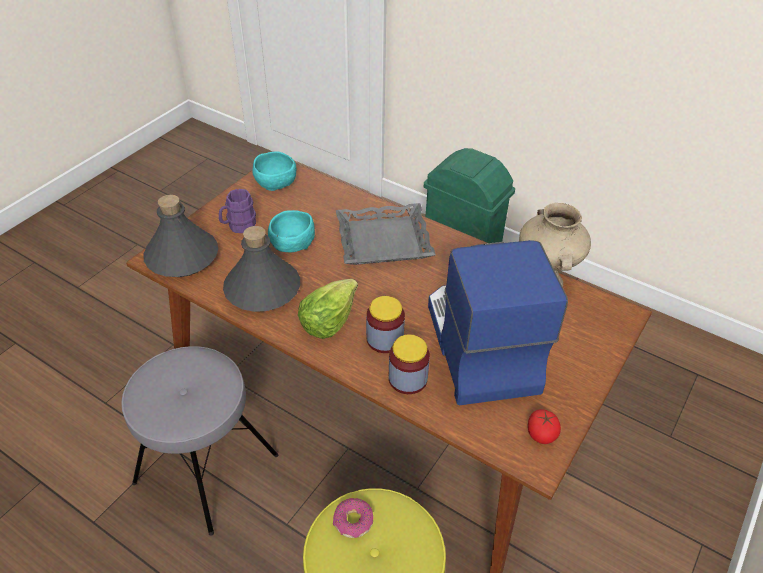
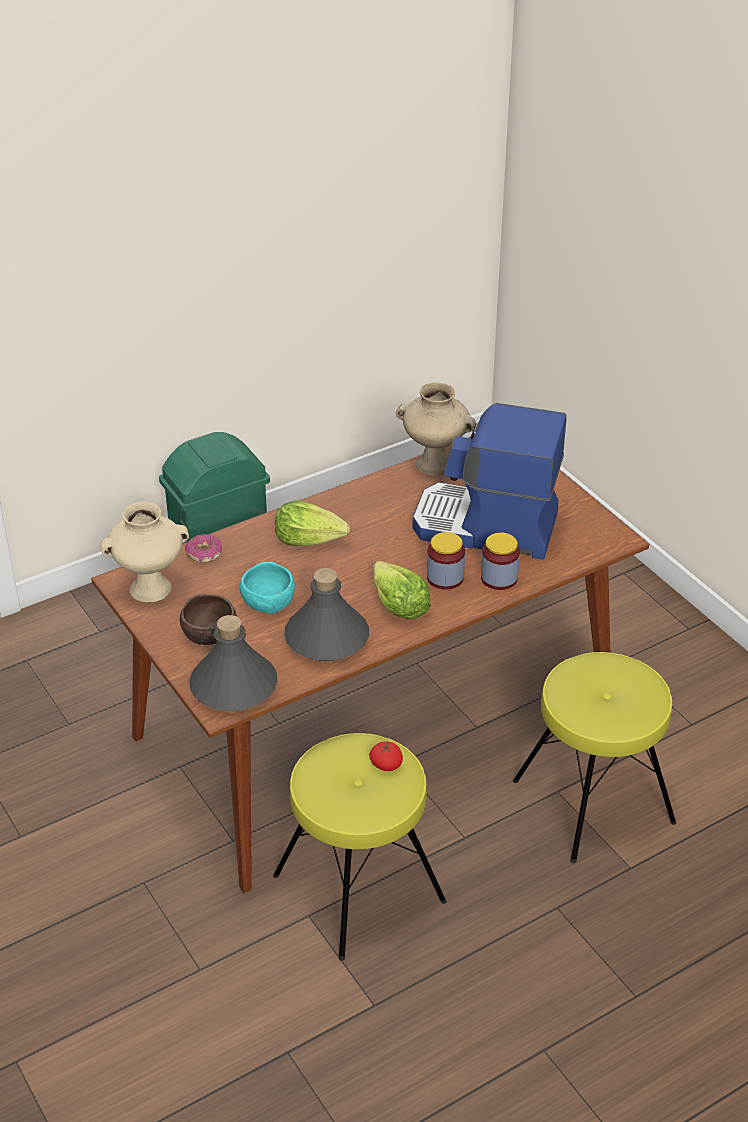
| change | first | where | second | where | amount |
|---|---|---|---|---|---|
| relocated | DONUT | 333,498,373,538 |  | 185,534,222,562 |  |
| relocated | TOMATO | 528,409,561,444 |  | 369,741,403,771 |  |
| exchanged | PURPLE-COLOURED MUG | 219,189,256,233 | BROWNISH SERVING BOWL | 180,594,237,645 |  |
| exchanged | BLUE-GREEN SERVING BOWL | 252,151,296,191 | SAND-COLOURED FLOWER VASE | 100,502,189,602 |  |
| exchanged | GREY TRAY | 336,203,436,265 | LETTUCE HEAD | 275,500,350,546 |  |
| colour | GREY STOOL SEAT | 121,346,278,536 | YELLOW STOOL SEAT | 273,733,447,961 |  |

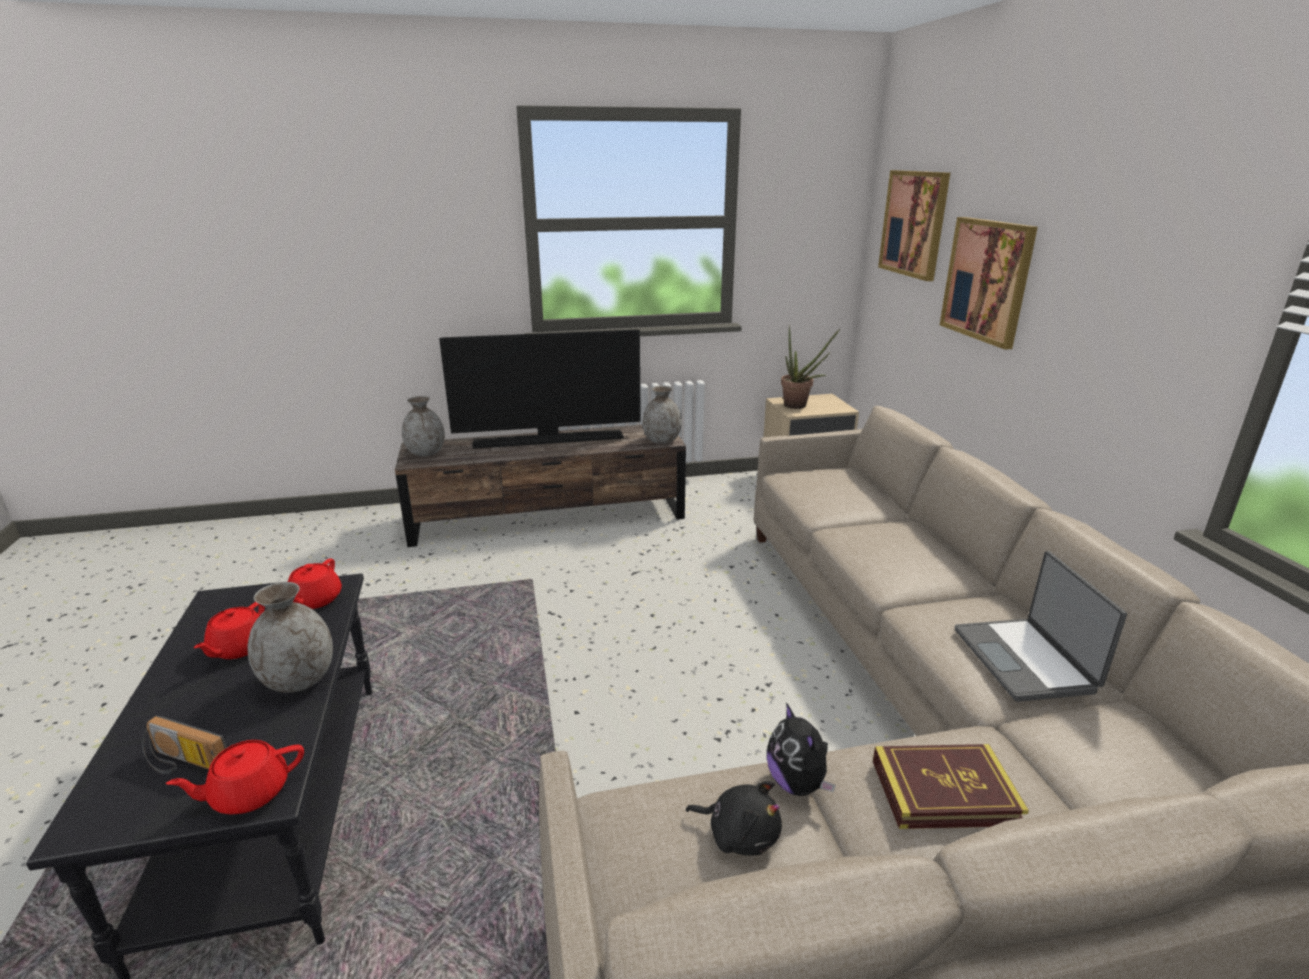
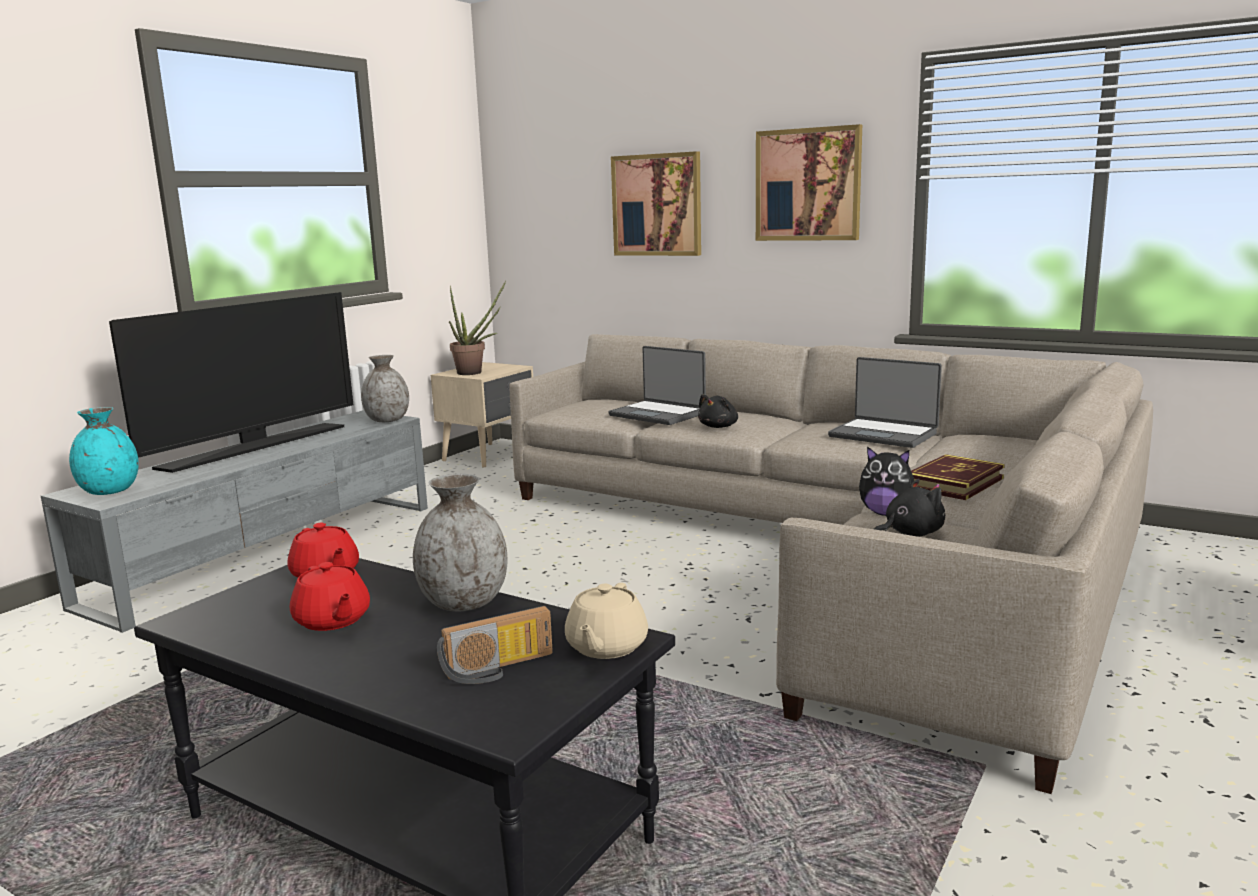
| change | first | where | second | where | amount |
|---|---|---|---|---|---|
| appeared |  |  | NOTEBOOK COMPUTER | 608,346,706,425 |  |
| appeared |  |  | BLACKISH SOFT TOY | 698,394,738,428 |  |
| relocated | WALL PICTURE | 878,170,950,281 |  | 756,124,862,241 |  |
| colour | RED POT FOR TEA | 166,740,304,815 | SAND-COLOURED POT FOR TEA | 565,583,648,659 |  |
| colour | BROWNISH MEDIA CONSOLE | 395,425,686,547 | GREY MEDIA CONSOLE | 41,411,428,633 |  |
| colour | GREY FLOWER VASE | 402,396,445,456 | BLUE-GREEN FLOWER VASE | 69,407,139,495 |  |

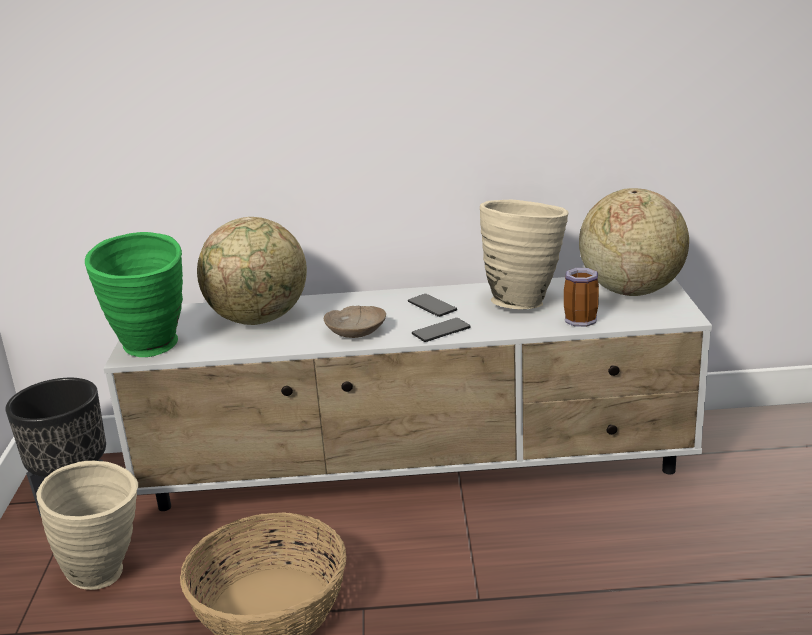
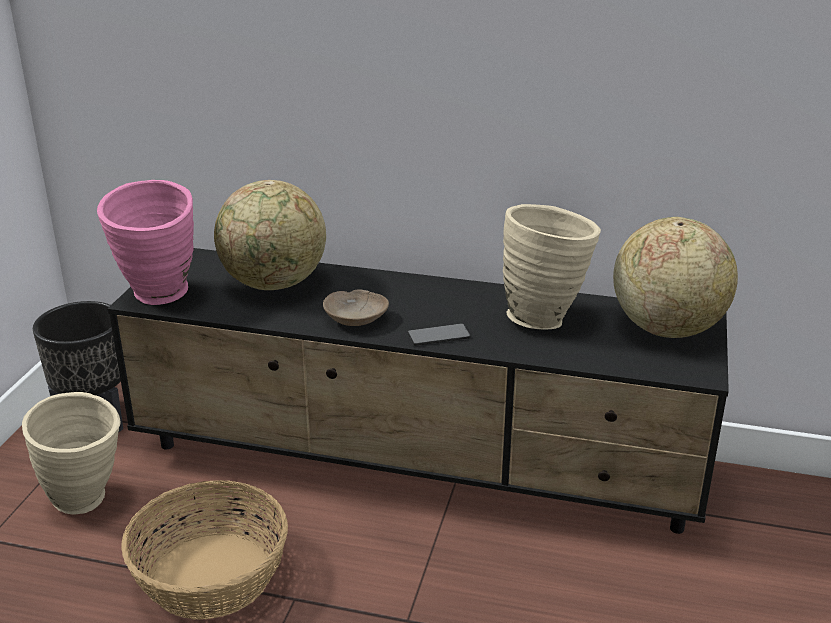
| change | first | where | second | where | amount |
|---|---|---|---|---|---|
| missing | HANDSET | 408,294,457,317 |  |  |  |
| missing | MUG | 564,268,599,327 |  |  |  |
| colour | GREEN FLOWER VASE | 85,232,183,357 | PINK-COLOURED FLOWER VASE | 97,180,194,305 |  |
| colour | WHITE-COLOURED MEDIA CONSOLE | 103,277,712,511 | BLACKISH MEDIA CONSOLE | 107,248,729,534 |  |

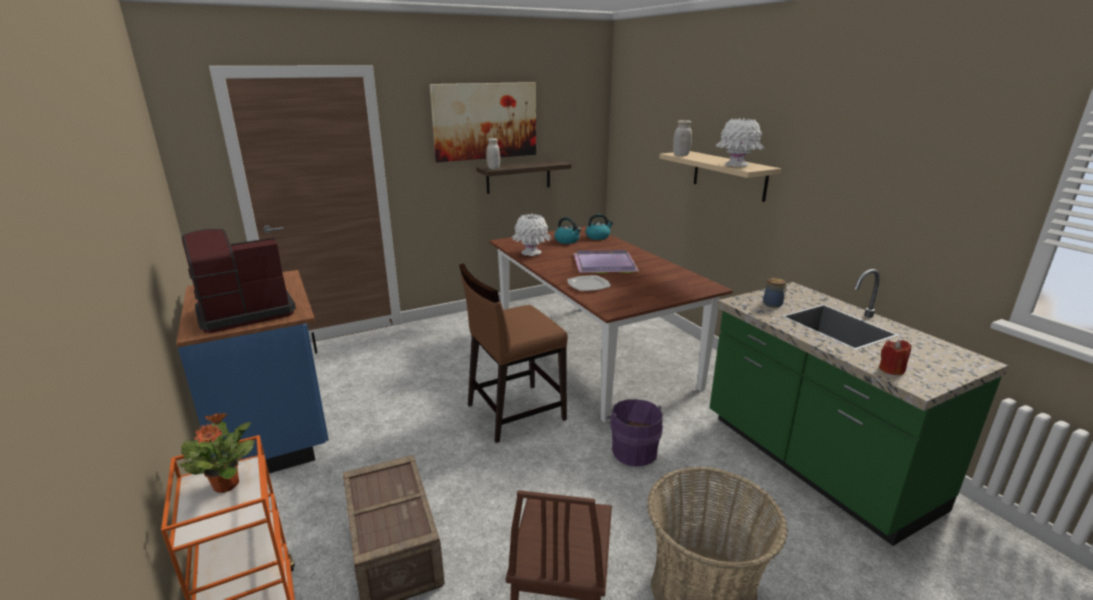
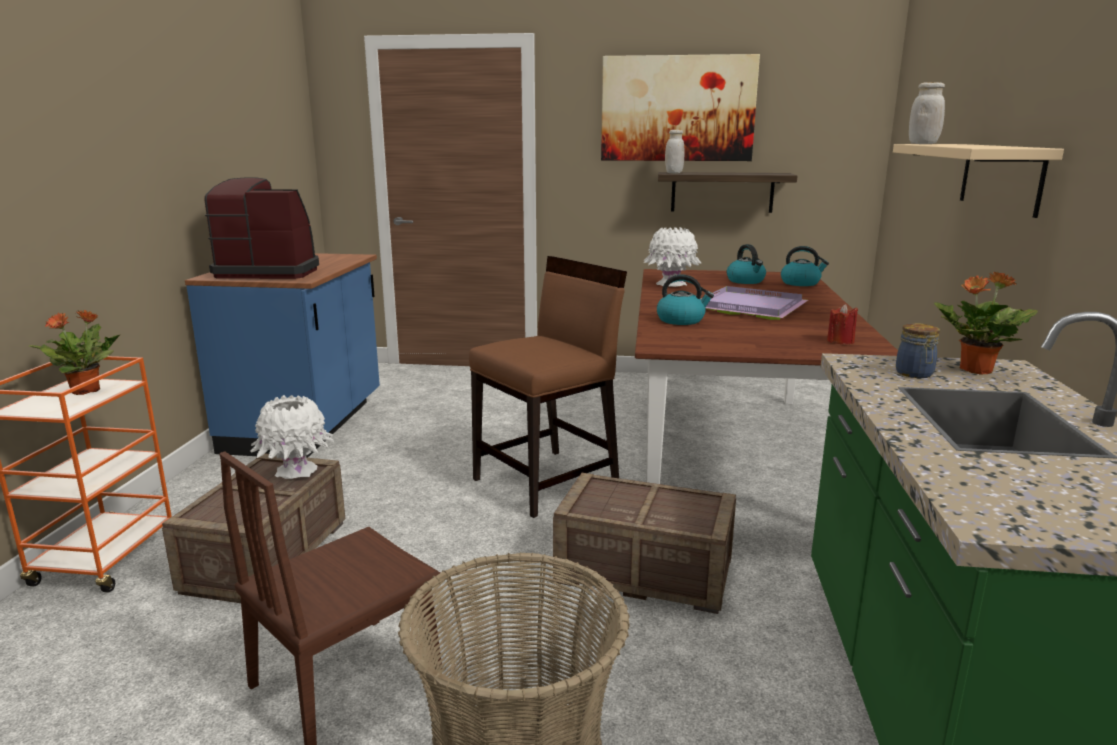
| change | first | where | second | where | amount |
|---|---|---|---|---|---|
| appeared |  |  | HOUSEPLANT | 934,271,1038,375 |  |
| relocated | WHITE-COLOURED FLOWER VASE | 715,118,764,167 |  | 250,395,334,479 |  |
| relocated | RED WAX LIGHT | 879,340,911,375 |  | 827,304,858,344 |  |
| exchanged | PLATE | 567,275,611,291 | TEA KETTLE | 657,275,714,325 |  |
| exchanged | PURPLE-COLOURED PAIL | 607,399,663,467 | CRATE | 553,473,736,614 |  |
| spun | BROWNISH CHAIR | 459,263,568,443 |  | 469,256,627,518 | 135 degrees clockwise |

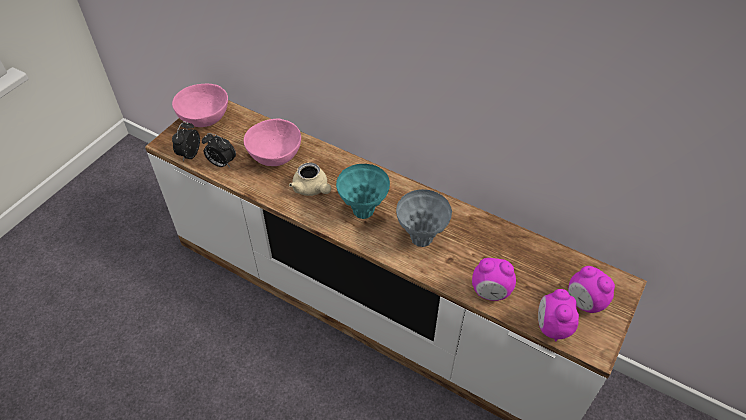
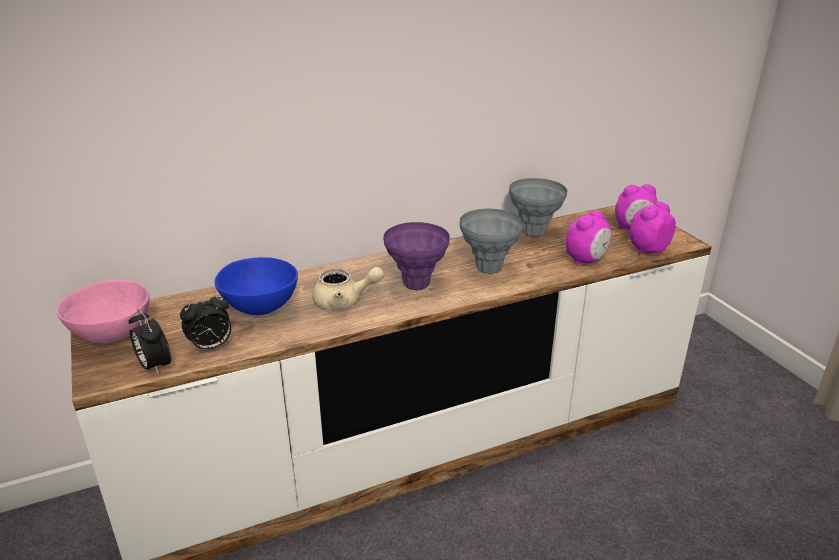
| change | first | where | second | where | amount |
|---|---|---|---|---|---|
| appeared |  |  | GREY FLOWER VASE | 509,178,567,237 |  |
| colour | PINK-COLOURED SERVING BOWL | 244,119,301,166 | BLUE-COLOURED SERVING BOWL | 214,257,298,315 |  |
| colour | BLUE-GREEN FLOWER VASE | 336,164,390,219 | PURPLE-COLOURED FLOWER VASE | 384,222,450,290 |  |
| spun | ALARM CLOCK | 538,289,579,341 |  | 630,202,676,254 | 105 degrees clockwise |

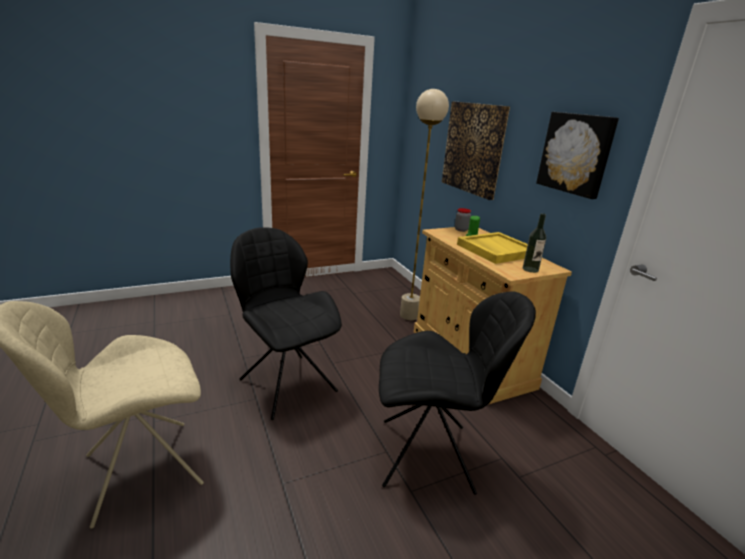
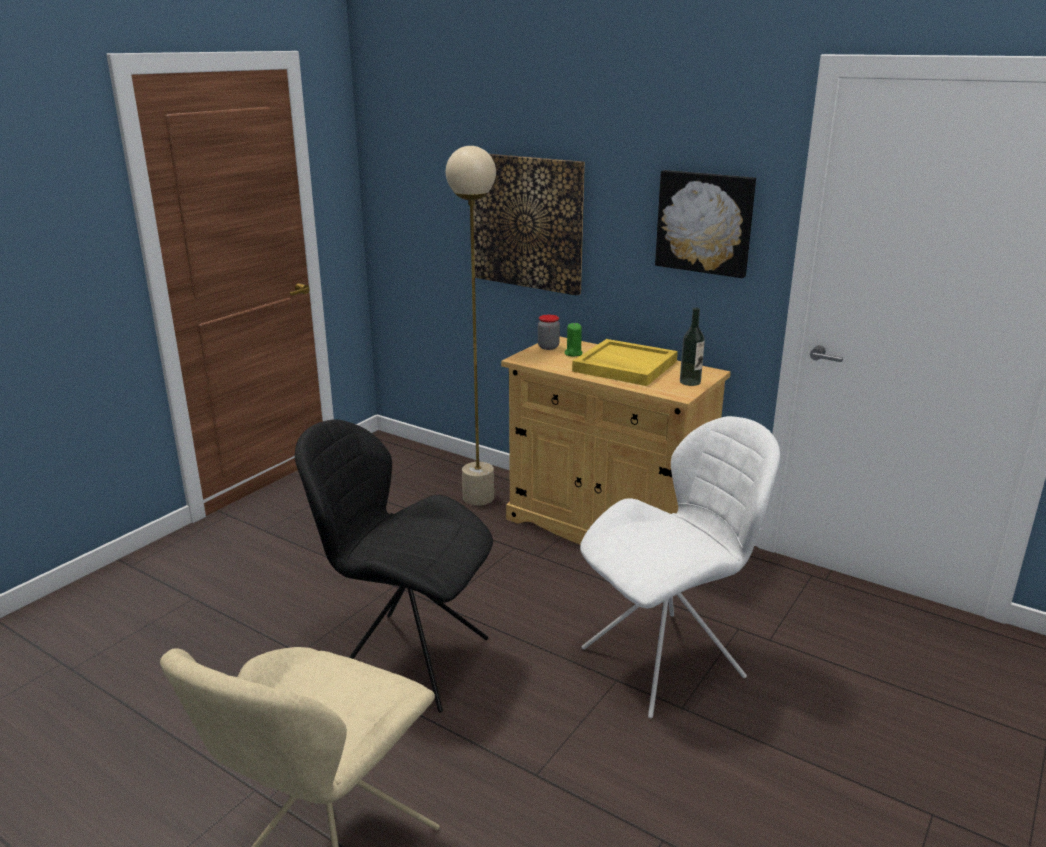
| change | first | where | second | where | amount |
|---|---|---|---|---|---|
| colour | BLACKISH CHAIR | 379,291,536,495 | WHITE-COLOURED CHAIR | 580,416,780,718 |  |

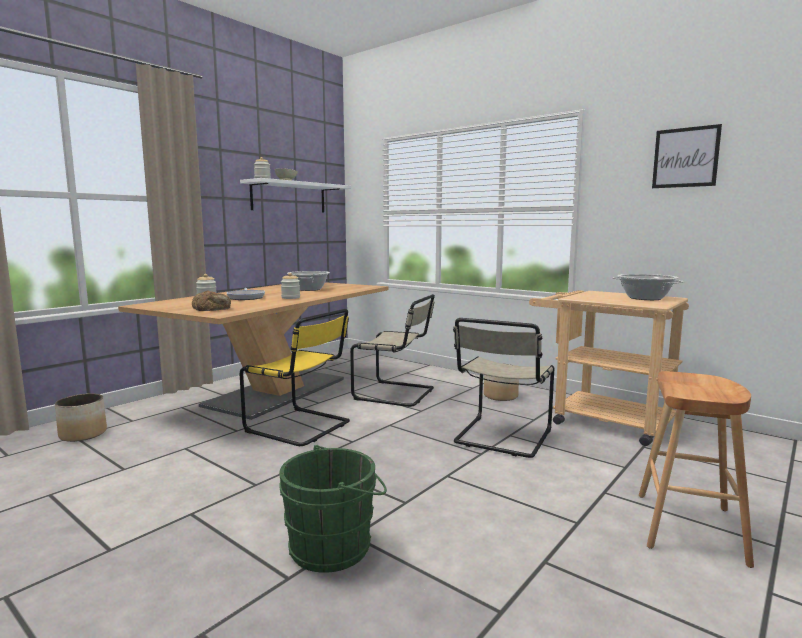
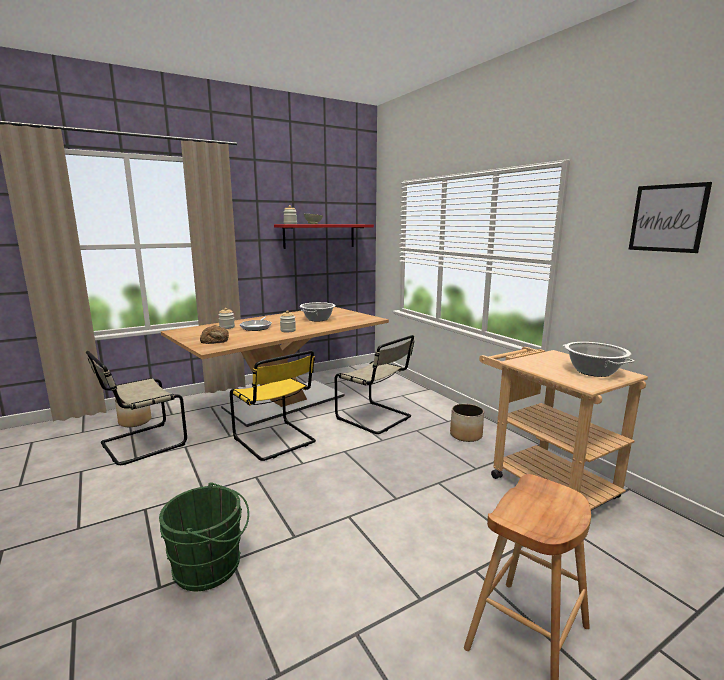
| change | first | where | second | where | amount |
|---|---|---|---|---|---|
| relocated | SAND-COLOURED CHAIR | 453,318,555,458 |  | 86,351,187,465 |  |
| colour | WHITE-COLOURED SHELF | 240,178,351,212 | RED SHELF | 274,224,374,249 |  |

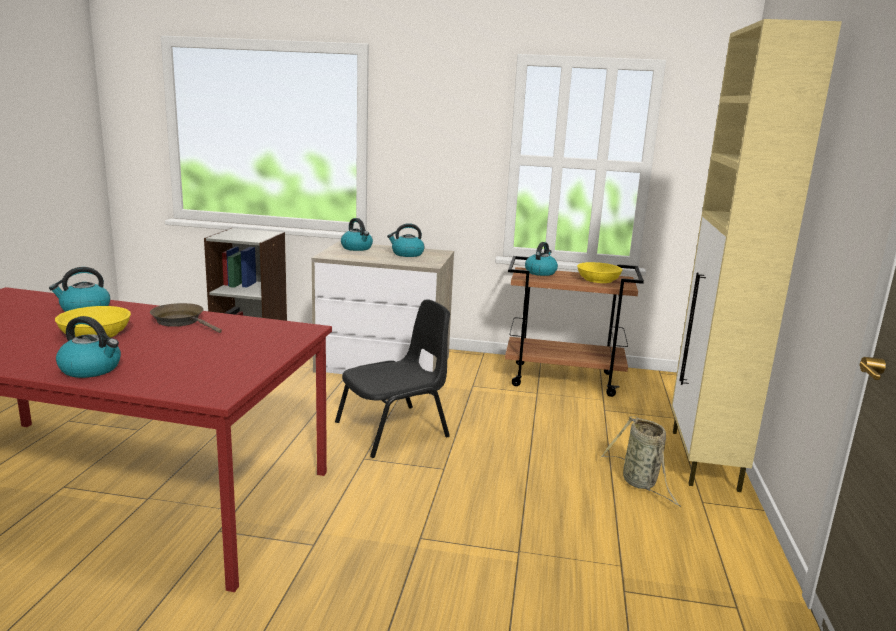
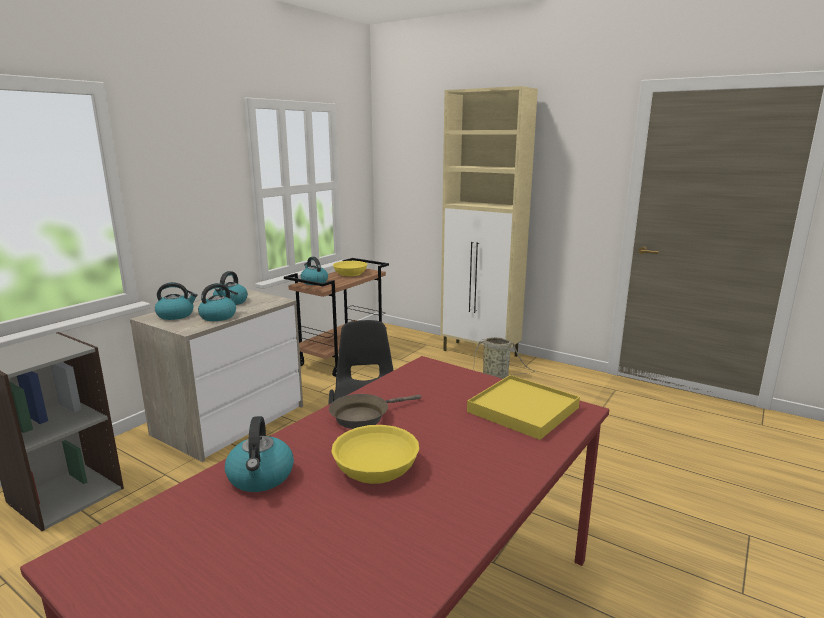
| change | first | where | second | where | amount |
|---|---|---|---|---|---|
| appeared |  |  | YELLOW TRAY | 467,375,580,440 |  |
| relocated | TEA KETTLE | 56,316,121,378 |  | 198,283,238,321 |  |

